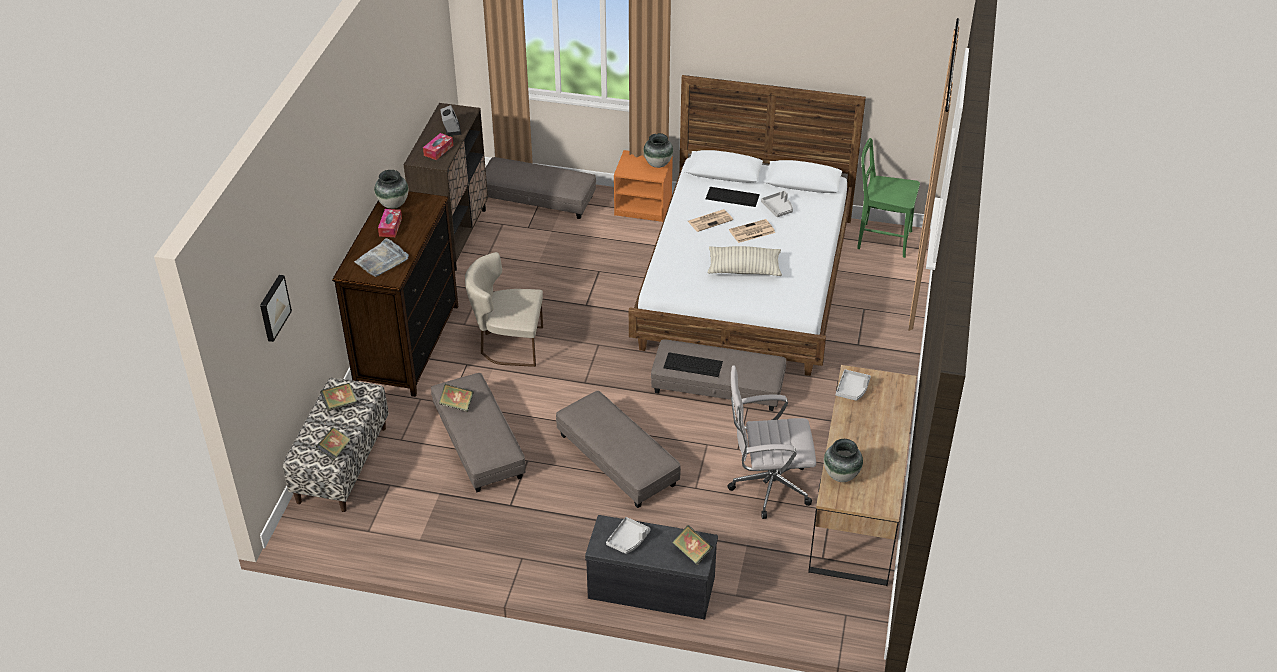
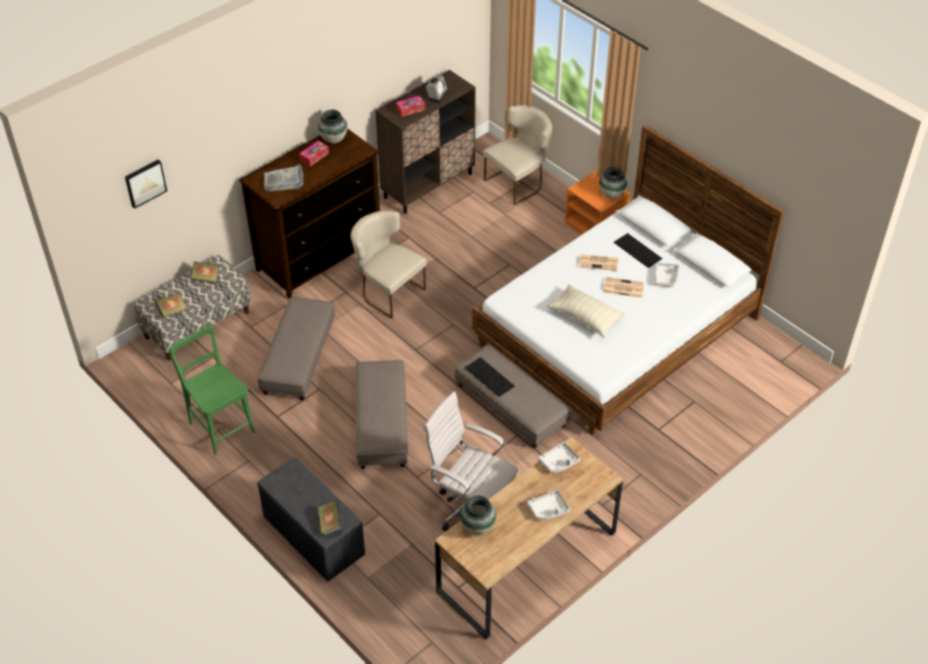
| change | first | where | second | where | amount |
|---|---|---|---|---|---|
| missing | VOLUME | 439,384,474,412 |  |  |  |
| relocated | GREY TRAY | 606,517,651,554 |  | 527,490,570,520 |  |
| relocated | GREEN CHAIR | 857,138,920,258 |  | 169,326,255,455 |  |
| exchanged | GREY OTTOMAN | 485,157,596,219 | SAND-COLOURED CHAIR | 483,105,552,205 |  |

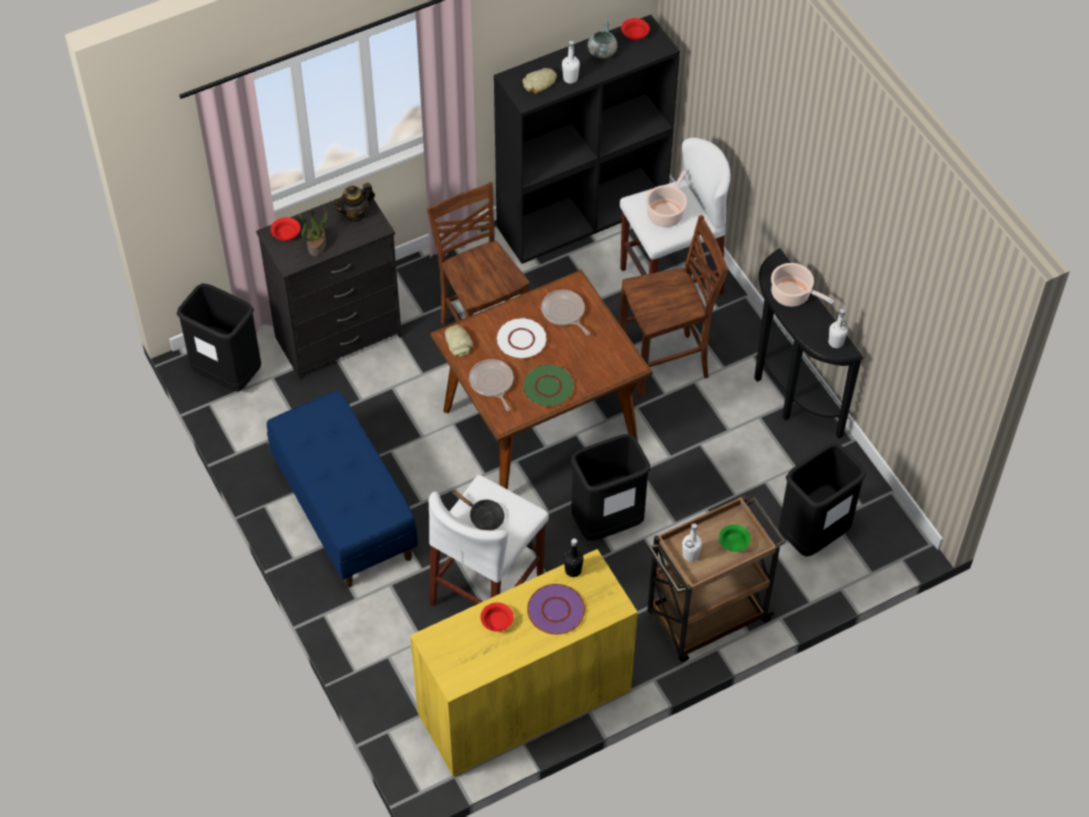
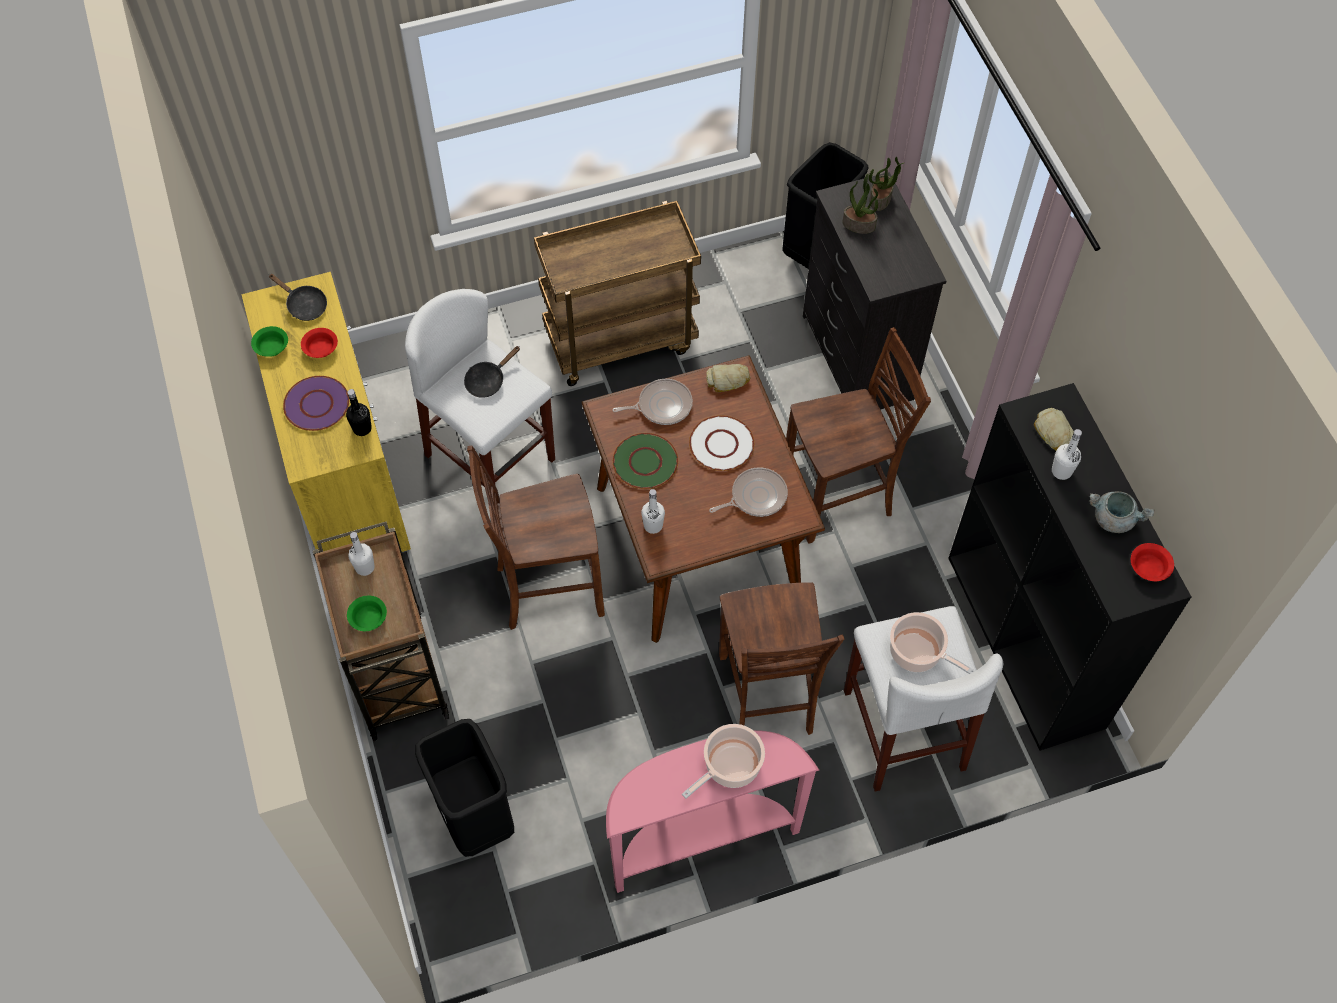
| change | first | where | second | where | amount |
|---|---|---|---|---|---|
| missing | POT FOR TEA | 332,183,375,223 |  |  |  |
| appeared |  |  | GREEN SERVING BOWL | 251,326,288,357 |  |
| appeared |  |  | BLACKISH FRYING PAN | 269,274,327,321 |  |
| relocated | WHITE-COLOURED BEVERAGE BOTTLE | 828,309,848,348 |  | 641,489,665,534 |  |
| exchanged | BLUE-COLOURED INDOOR BENCH | 267,391,418,588 | BROWNISH CART | 534,201,701,386 |  |
| exchanged | RED SERVING BOWL | 271,217,300,241 | HOUSEPLANT | 869,157,904,211 |  |
| exchanged | BLACKISH WASTE BIN | 571,434,650,541 | BROWNISH CHAIR | 467,446,605,630 |  |
| colour | BLACKISH HALL TABLE | 754,248,863,439 | PINK-COLOURED HALL TABLE | 606,730,819,893 |  |

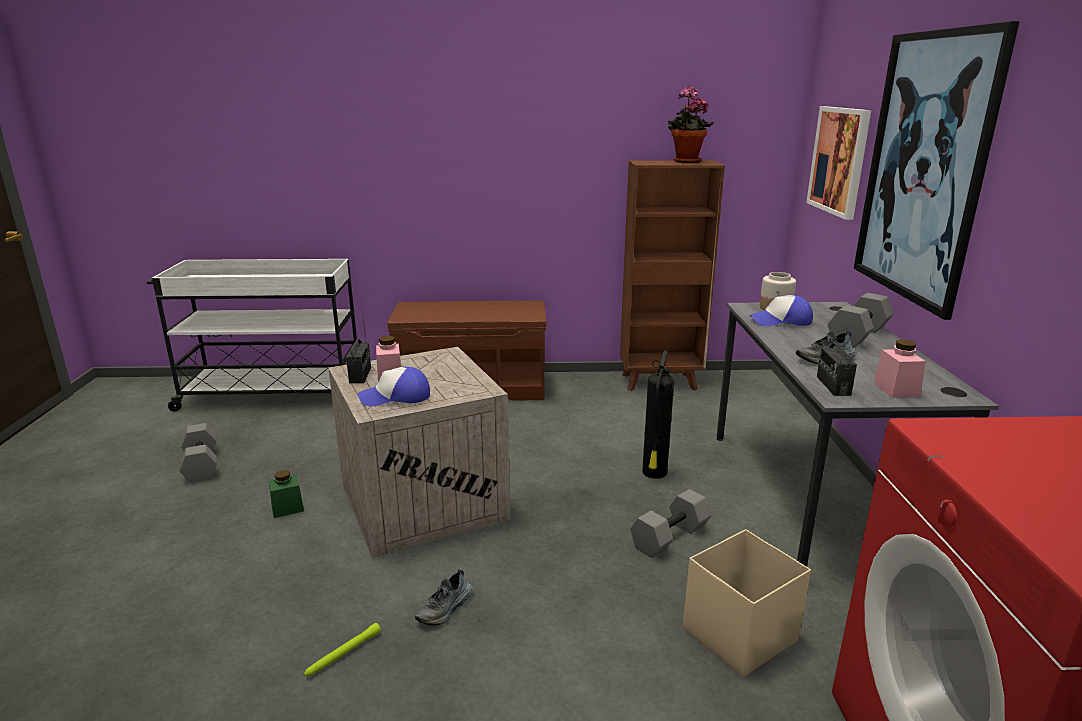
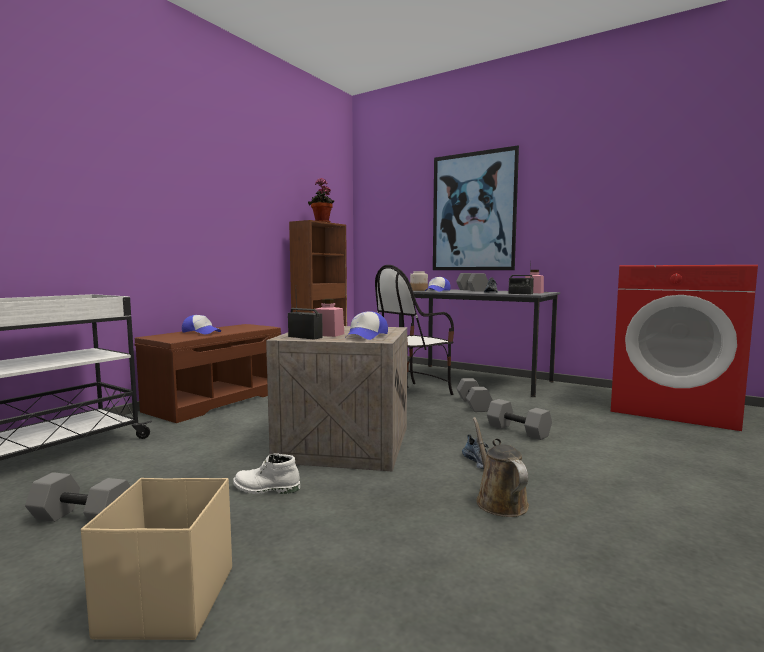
| change | first | where | second | where | amount |
|---|---|---|---|---|---|
| missing | WALL PICTURE | 806,106,871,220 |  |  |  |
| appeared |  |  | CAP | 182,315,221,334 |  |
| appeared |  |  | GREY DUMBBELL | 487,399,552,440 |  |
| relocated | SAND-COLOURED STORAGE BIN | 683,529,811,677 |  | 81,478,232,640 |  |
| exchanged | GREEN JAR | 269,470,304,518 | WHITE-COLOURED BOOT | 233,453,300,494 |  |
| exchanged | GREEN HAND TORCH | 304,623,381,676 | BROWNISH WATERING CAN | 473,417,529,517 |  |
| exchanged | FIRE-FIGHTING CYLINDER | 642,350,674,479 | CHAIR | 375,265,454,395 |  |

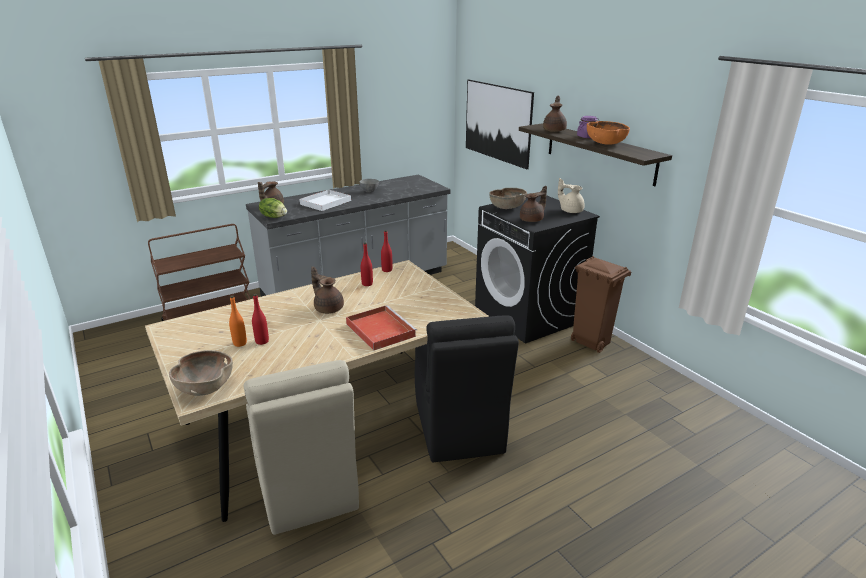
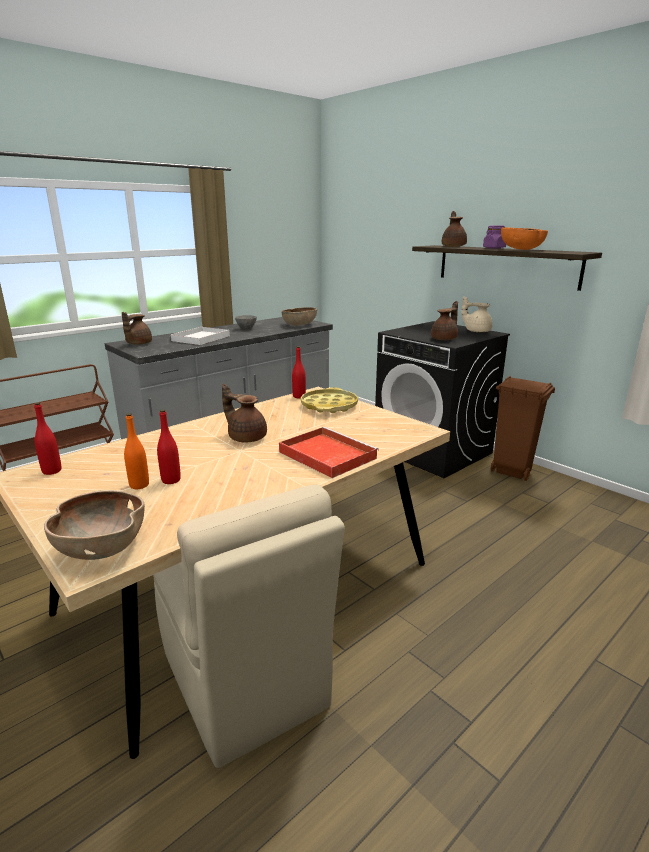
| change | first | where | second | where | amount |
|---|---|---|---|---|---|
| missing | LETTUCE HEAD | 259,198,287,218 |  |  |  |
| missing | BLACKISH CHAIR | 415,315,519,462 |  |  |  |
| missing | WALL PICTURE | 466,80,534,169 |  |  |  |
| appeared |  |  | YELLOW TRAY | 301,387,358,413 |  |
| relocated | RED BEVERAGE BOTTLE | 361,243,373,286 |  | 34,402,61,475 |  |
| relocated | BROWNISH SERVING BOWL | 489,188,527,209 |  | 281,307,317,326 |  |

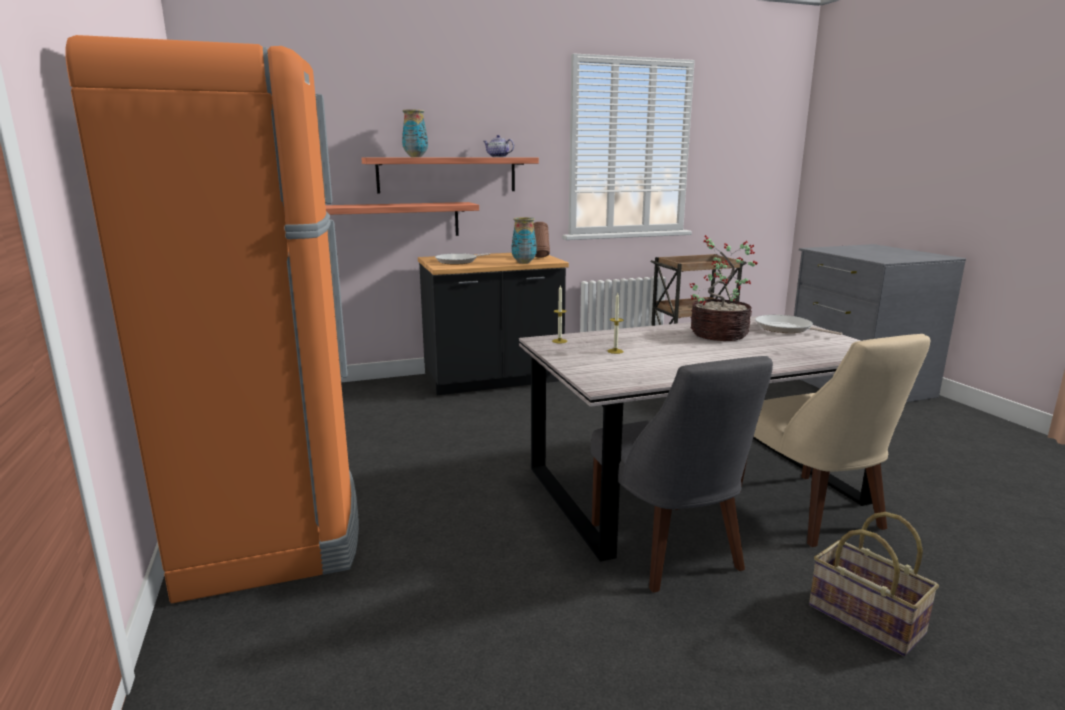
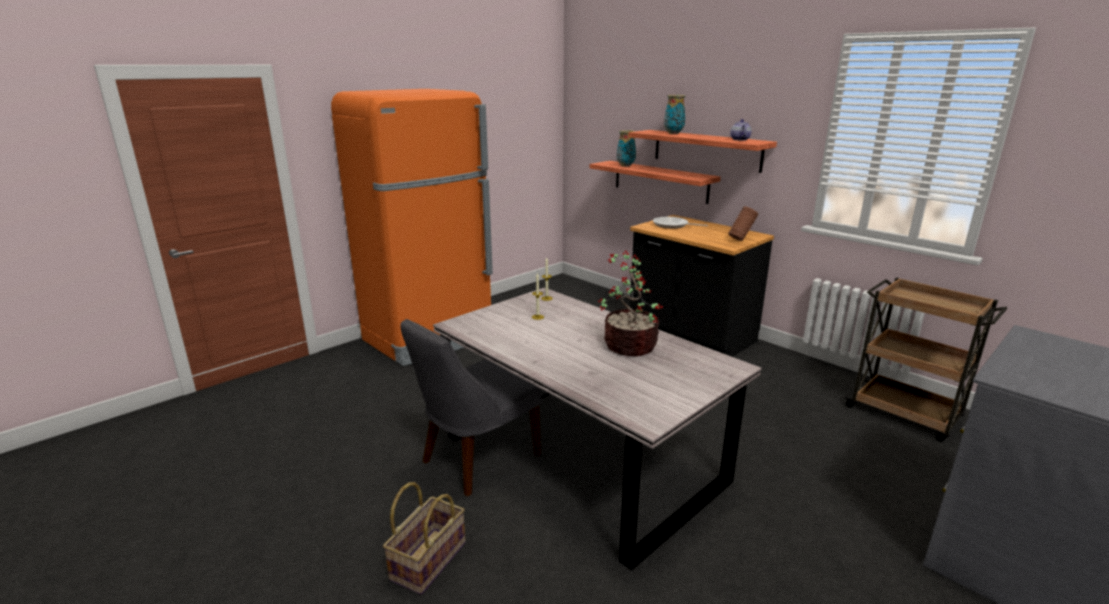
| change | first | where | second | where | amount |
|---|---|---|---|---|---|
| missing | SAND-COLOURED CHAIR | 741,334,930,547 |  |  |  |
| missing | FRYING PAN | 755,315,842,335 |  |  |  |
| relocated | FLOWER VASE | 512,217,537,264 |  | 617,130,636,167 |  |

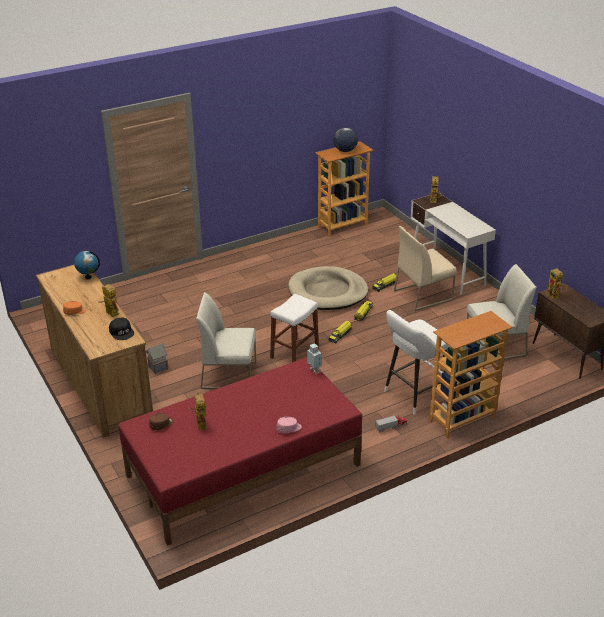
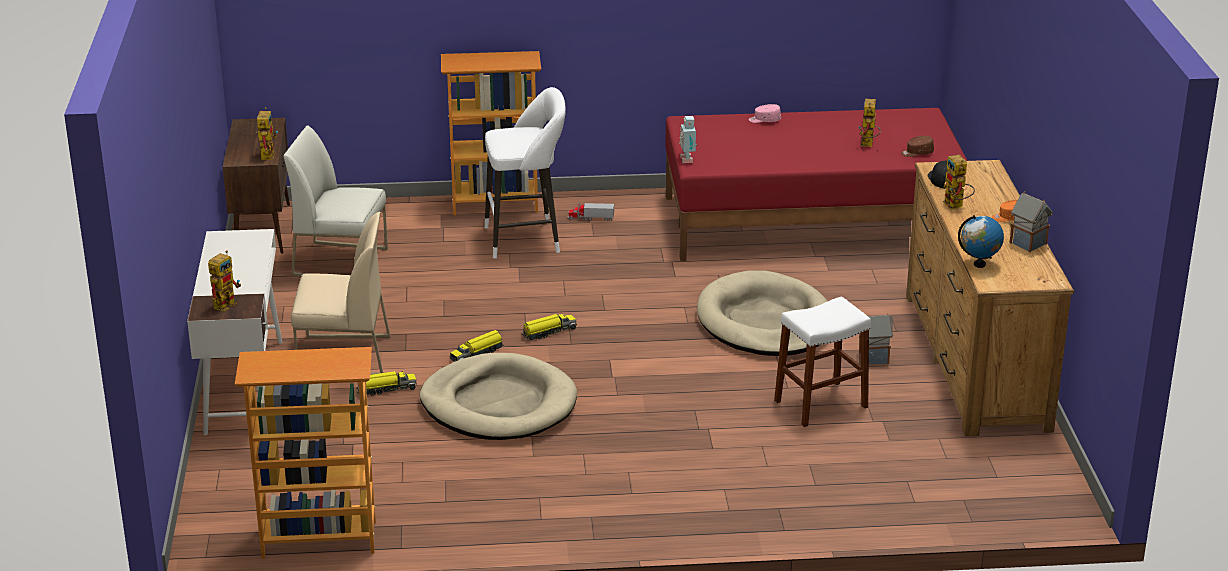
| change | first | where | second | where | amount |
|---|---|---|---|---|---|
| missing | DESK GLOBE | 333,127,358,152 |  |  |  |
| appeared |  |  | MINIATURE HOUSE | 1009,191,1053,252 |  |
| relocated | WHITE-COLOURED STOOL SEAT | 270,294,319,362 |  | 774,297,871,427 |  |
| exchanged | WHITE-COLOURED CHAIR | 196,292,256,390 | SAND-COLOURED DOG CUSHION | 697,270,828,356 |  |

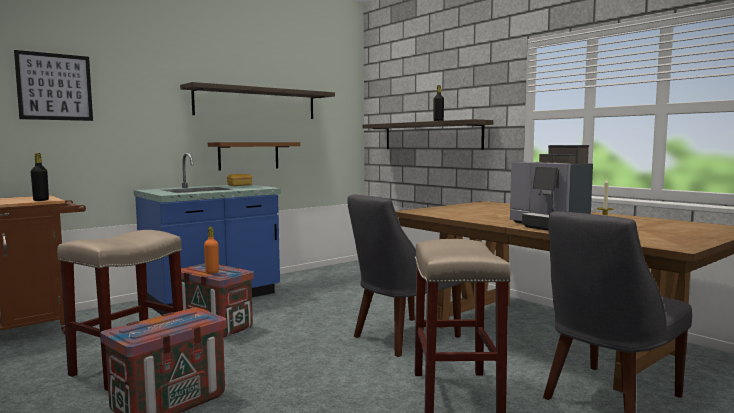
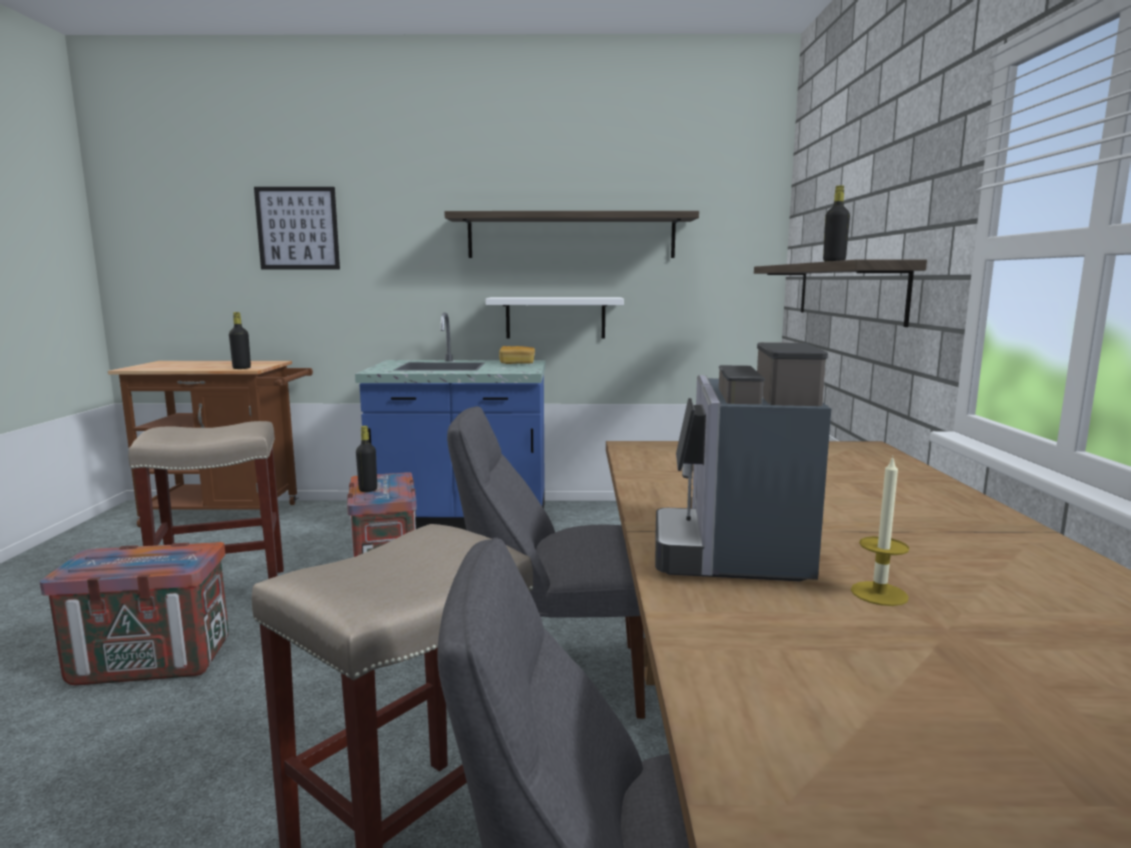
| change | first | where | second | where | amount |
|---|---|---|---|---|---|
| colour | ORANGEY BEVERAGE BOTTLE | 204,227,219,273 | BLACKISH BEVERAGE BOTTLE | 356,426,377,492 |  |
| colour | BROWNISH SHELF | 208,142,300,171 | WHITE-COLOURED SHELF | 486,297,624,339 |  |

